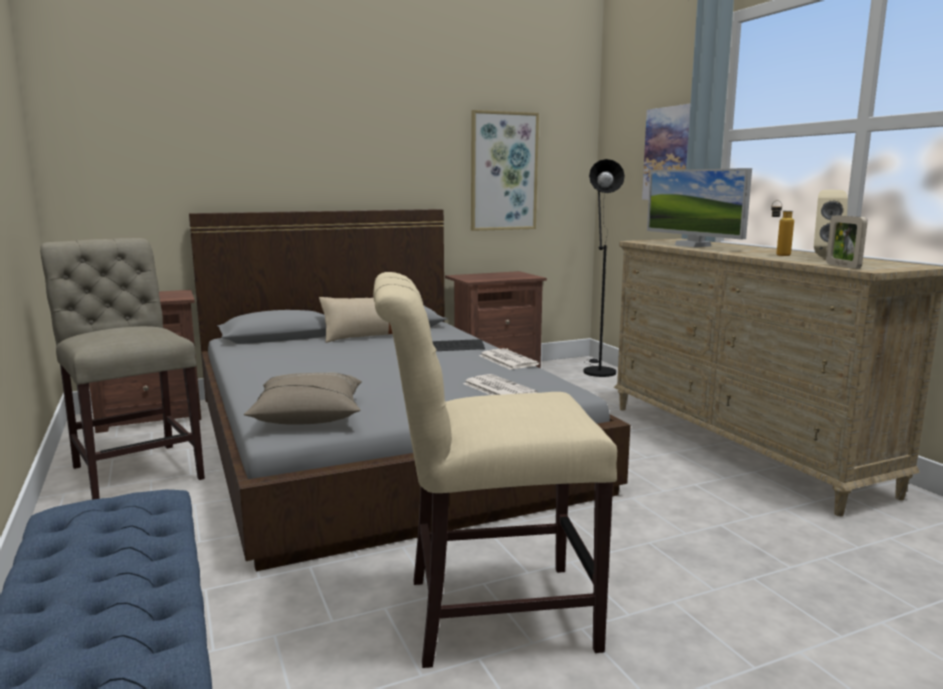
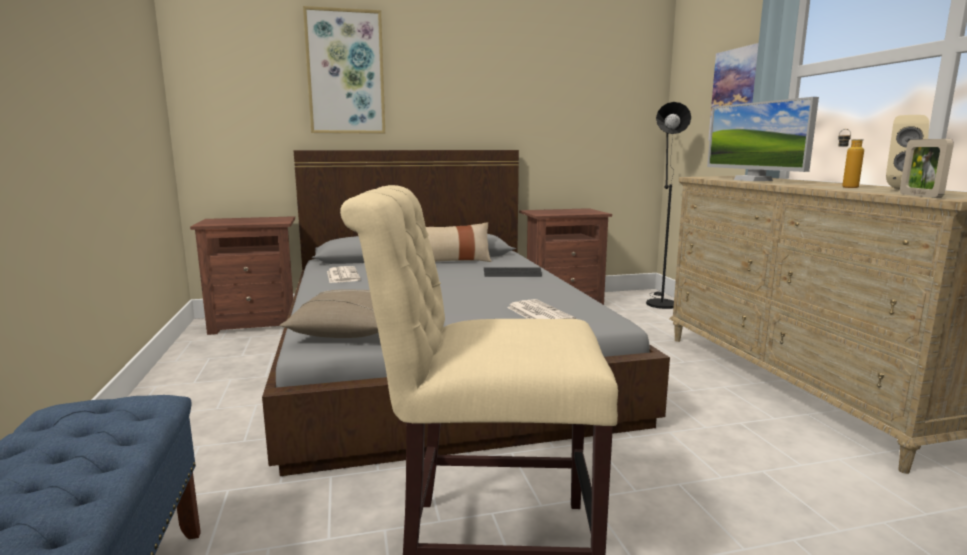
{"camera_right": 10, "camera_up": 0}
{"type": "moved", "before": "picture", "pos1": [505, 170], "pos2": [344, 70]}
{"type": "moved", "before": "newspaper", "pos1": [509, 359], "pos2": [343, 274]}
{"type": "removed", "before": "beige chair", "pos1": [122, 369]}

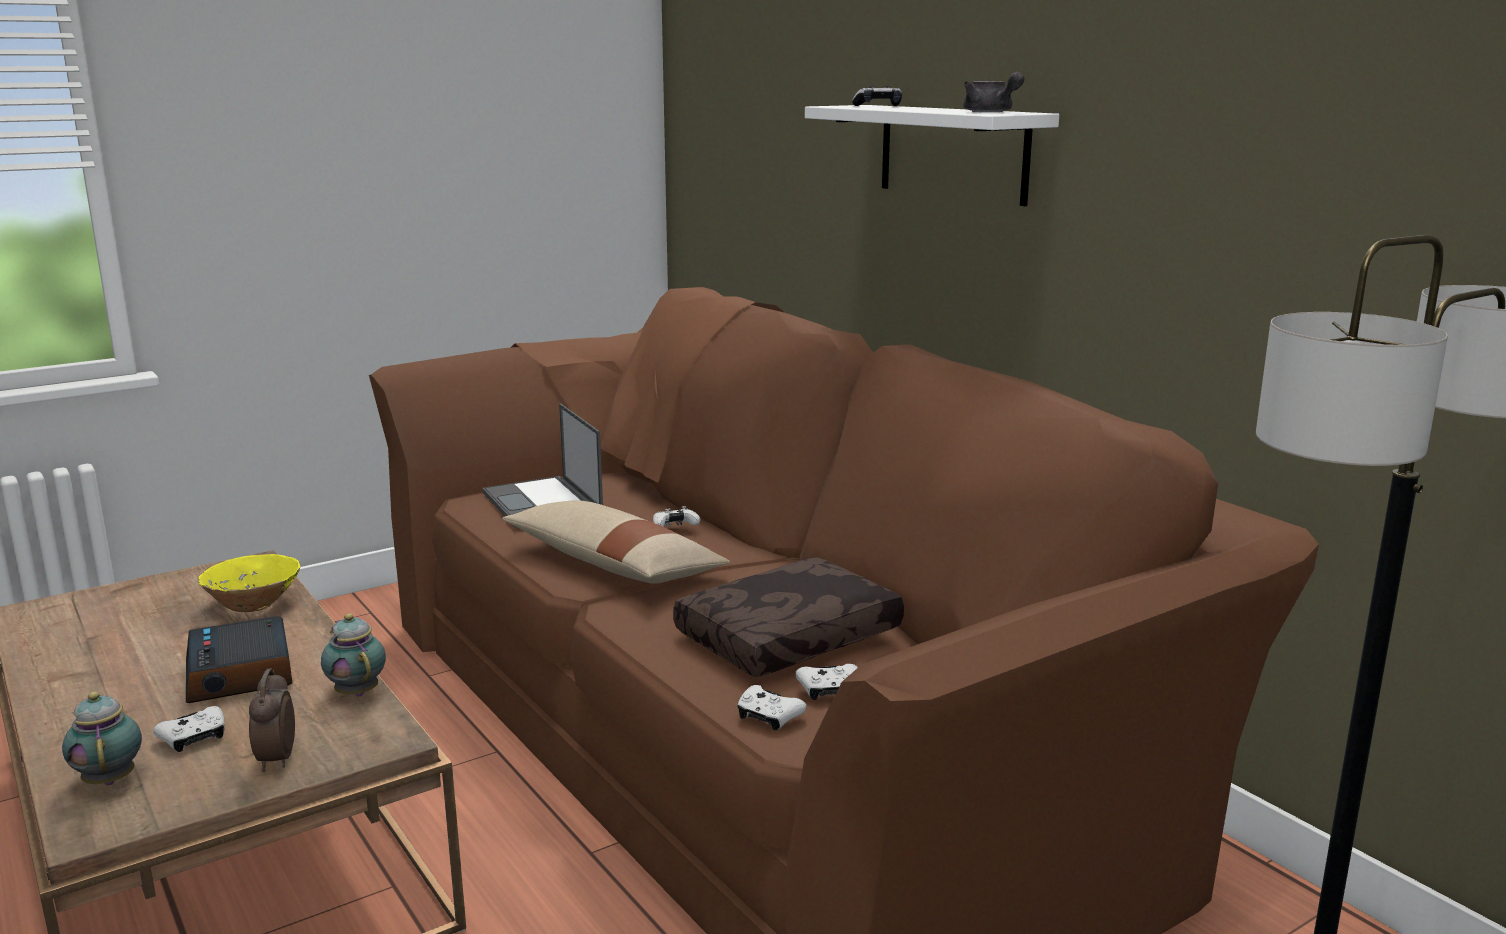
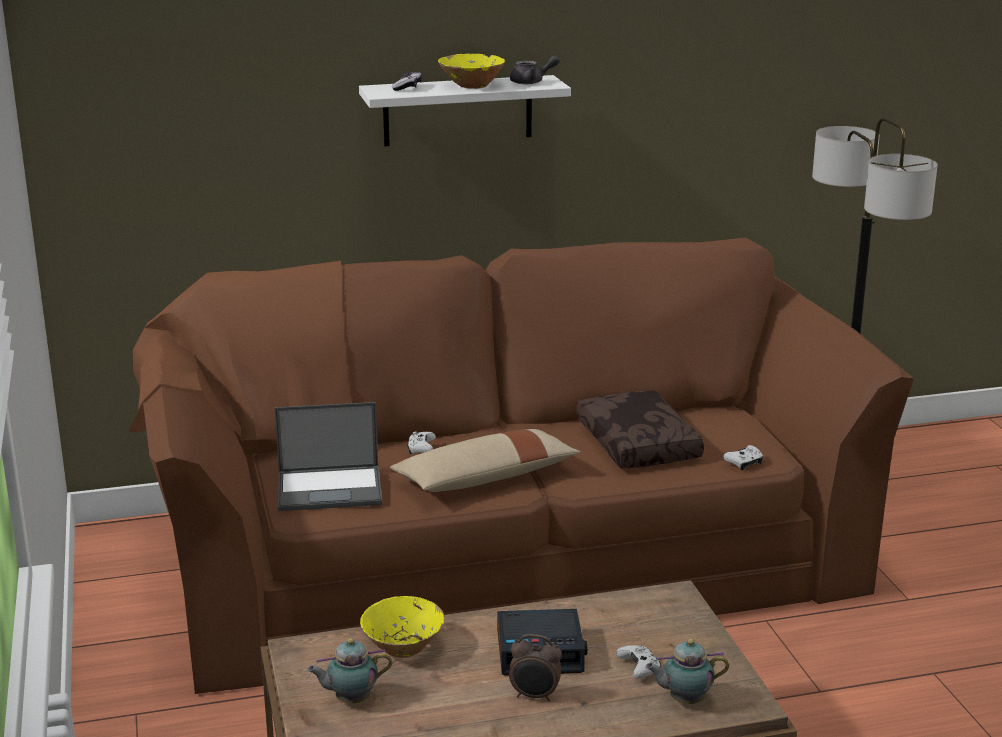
{"camera_right": -70, "camera_up": 5}
{"type": "moved", "before": "teapot", "pos1": [353, 654], "pos2": [349, 670]}
{"type": "added", "after": "yellow bowl", "pos2": [471, 71]}
{"type": "moved", "before": "alarm clock", "pos1": [272, 720], "pos2": [535, 667]}
{"type": "removed", "before": "white game controller", "pos1": [827, 682]}

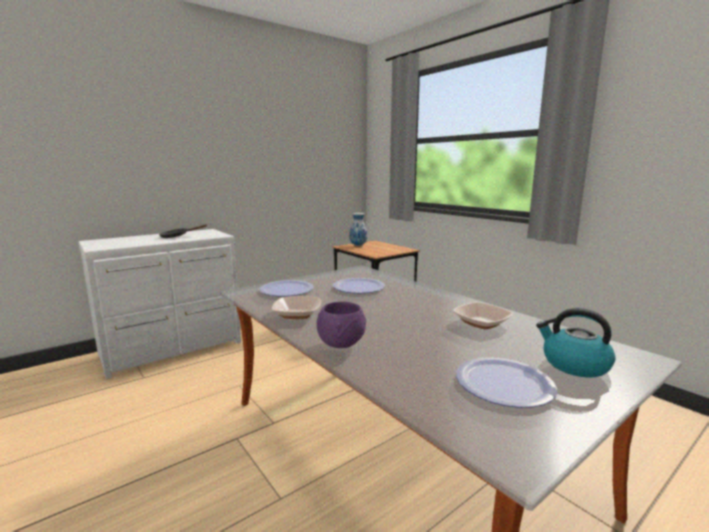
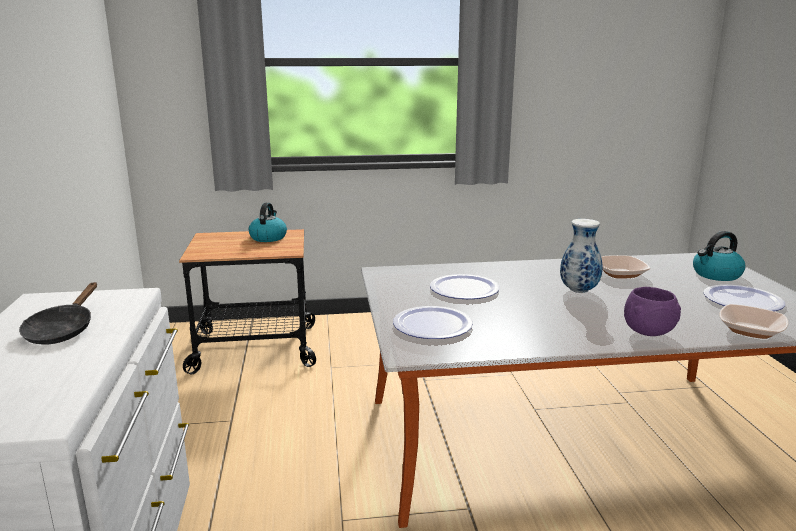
{"camera_right": -60, "camera_up": 5}
{"type": "added", "after": "kettle", "pos2": [268, 222]}
{"type": "moved", "before": "vase", "pos1": [358, 229], "pos2": [581, 256]}
{"type": "moved", "before": "bowl", "pos1": [296, 307], "pos2": [754, 321]}

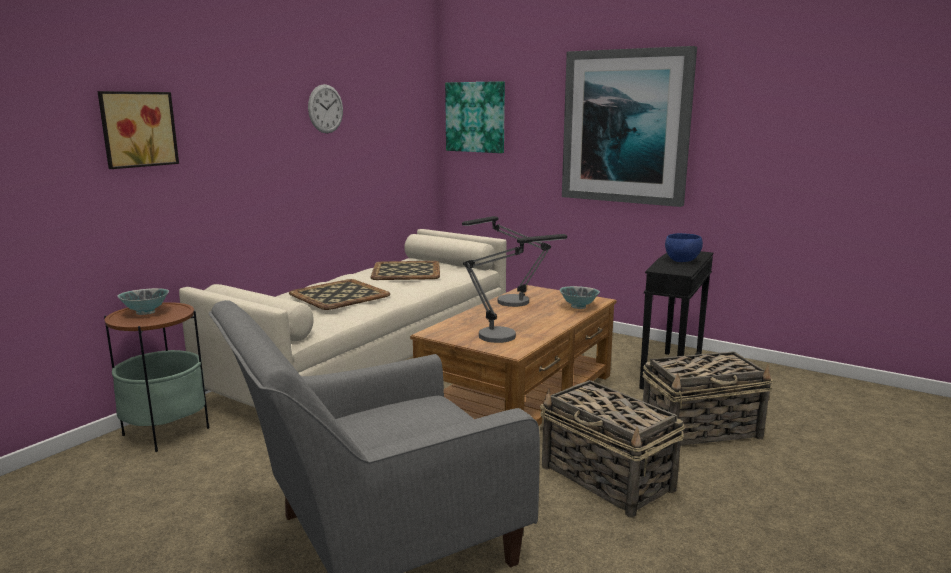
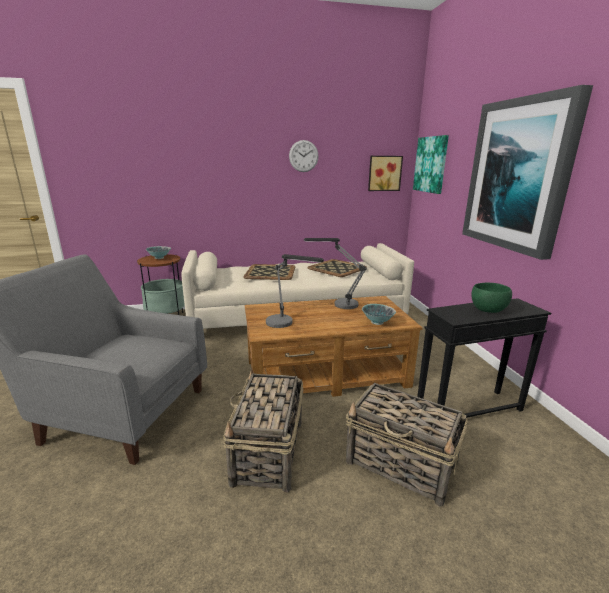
{"camera_right": 45, "camera_up": 5}
{"type": "moved", "before": "picture", "pos1": [138, 130], "pos2": [385, 173]}
{"type": "recoloured", "before": "blue bowl", "after": "green bowl", "pos1": [684, 247], "pos2": [492, 298]}

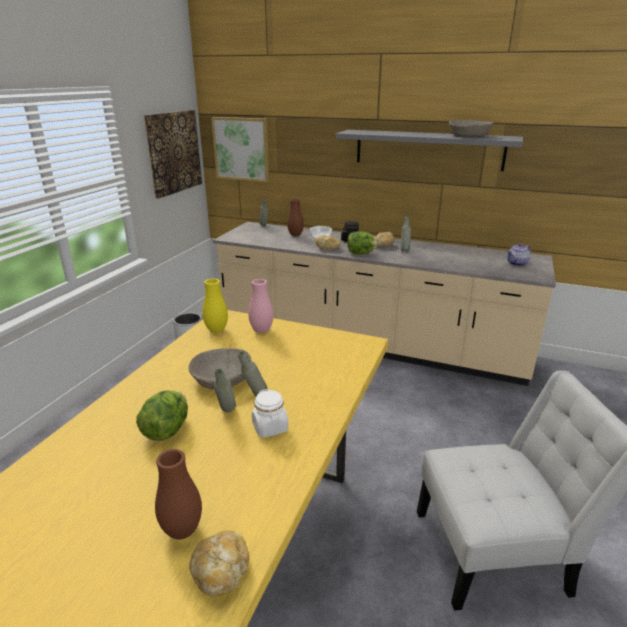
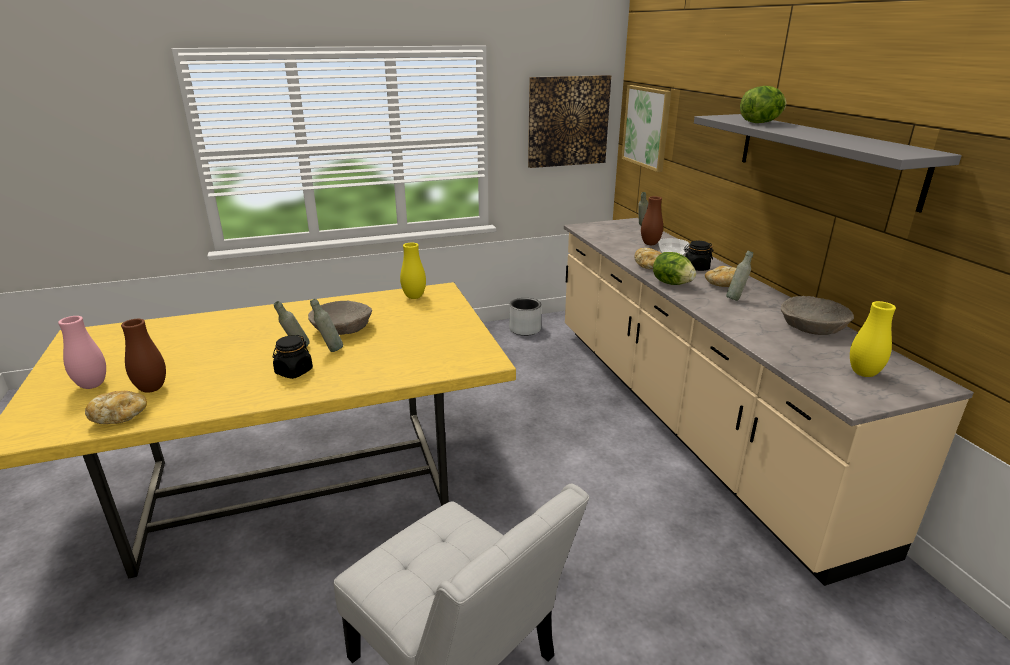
{"camera_right": 50, "camera_up": 0}
{"type": "moved", "before": "pink vase", "pos1": [260, 306], "pos2": [82, 352]}
{"type": "recoloured", "before": "white jar", "after": "black jar", "pos1": [270, 413], "pos2": [293, 357]}
{"type": "moved", "before": "lettuce", "pos1": [162, 415], "pos2": [763, 104]}
{"type": "moved", "before": "beige bowl", "pos1": [471, 128], "pos2": [817, 315]}
{"type": "replaced", "before": "teapot", "after": "yellow vase", "pos1": [519, 254], "pos2": [873, 339]}

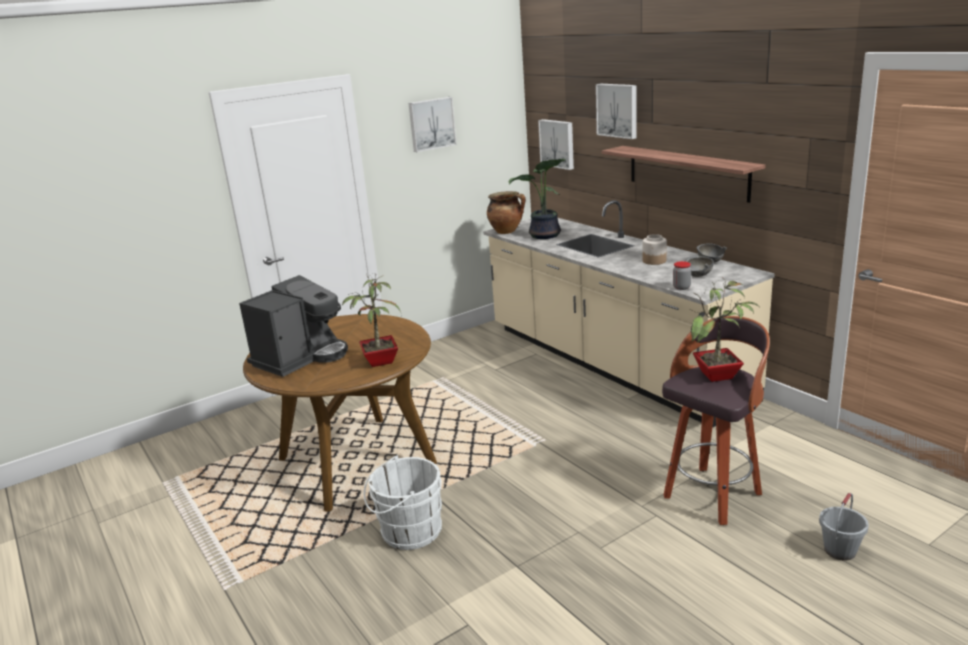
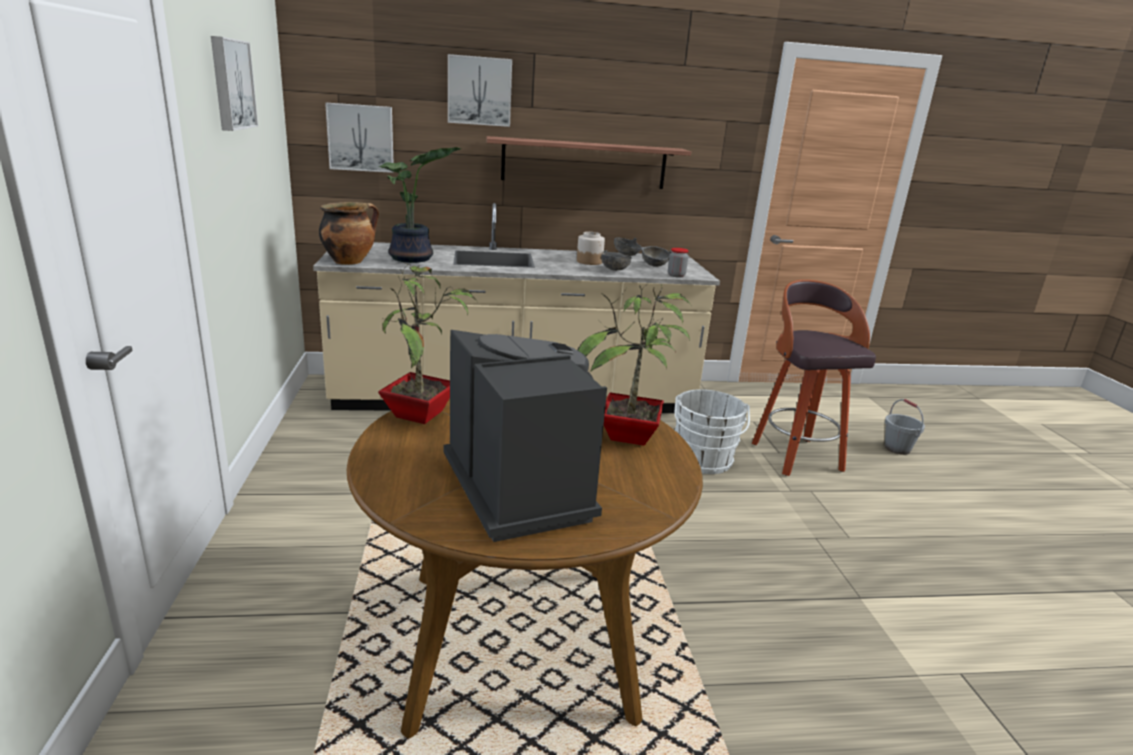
{"camera_right": -65, "camera_up": 0}
{"type": "moved", "before": "potted plant", "pos1": [725, 331], "pos2": [428, 343]}
{"type": "added", "after": "grey bowl", "pos2": [616, 260]}
{"type": "moved", "before": "white bucket", "pos1": [403, 502], "pos2": [712, 431]}

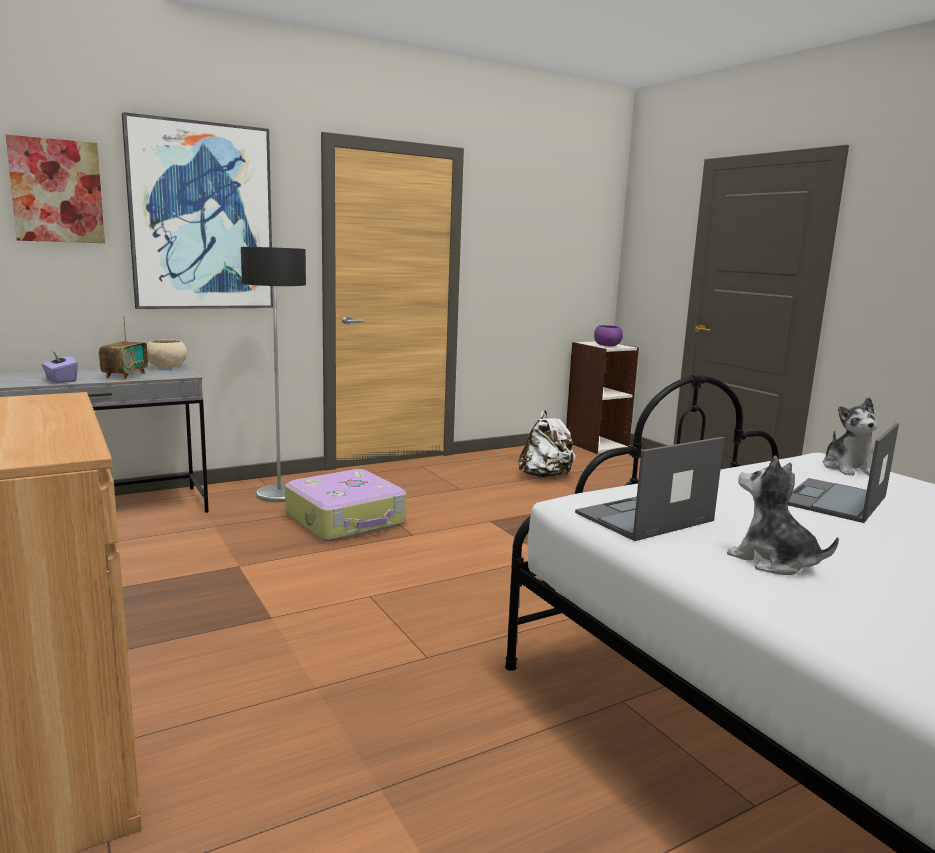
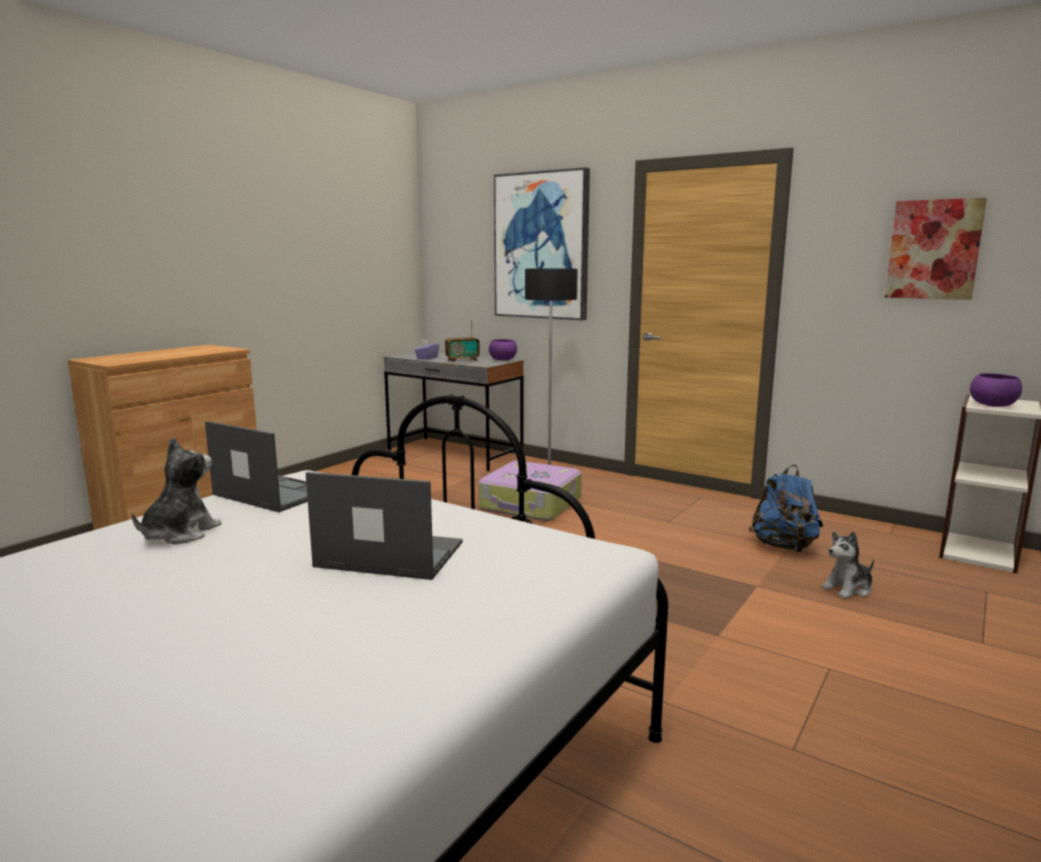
{"camera_right": 65, "camera_up": 0}
{"type": "recoloured", "before": "beige bowl", "after": "purple bowl", "pos1": [167, 354], "pos2": [503, 349]}
{"type": "recoloured", "before": "white backpack", "after": "blue backpack", "pos1": [547, 444], "pos2": [786, 508]}
{"type": "moved", "before": "plush toy", "pos1": [850, 436], "pos2": [847, 565]}
{"type": "moved", "before": "picture", "pos1": [55, 188], "pos2": [936, 249]}

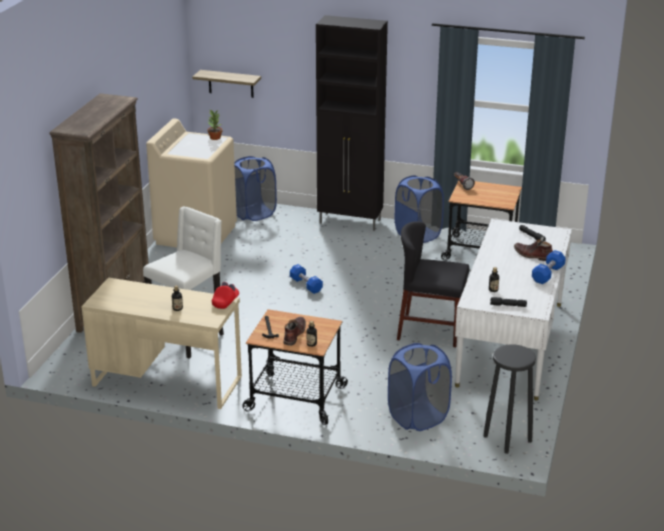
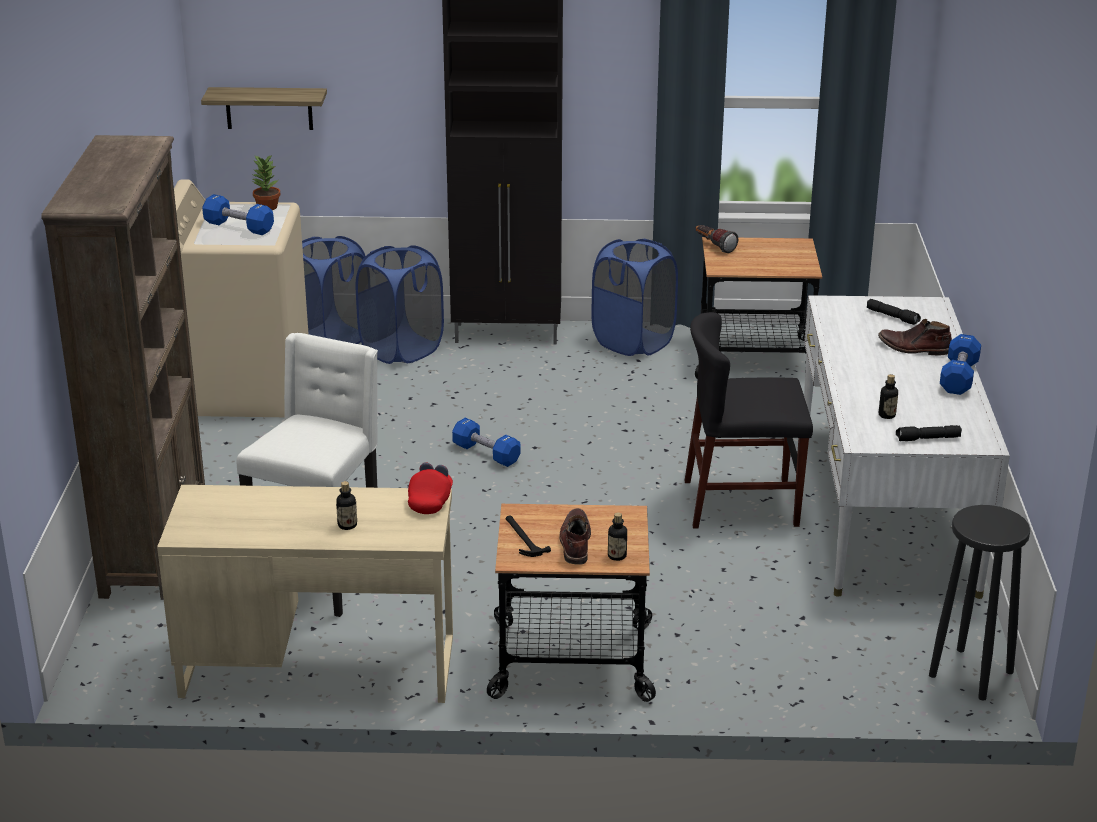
{"camera_right": -15, "camera_up": 0}
{"type": "added", "after": "blue dumbbell", "pos2": [238, 214]}
{"type": "moved", "before": "blue laundry basket", "pos1": [420, 387], "pos2": [400, 304]}

